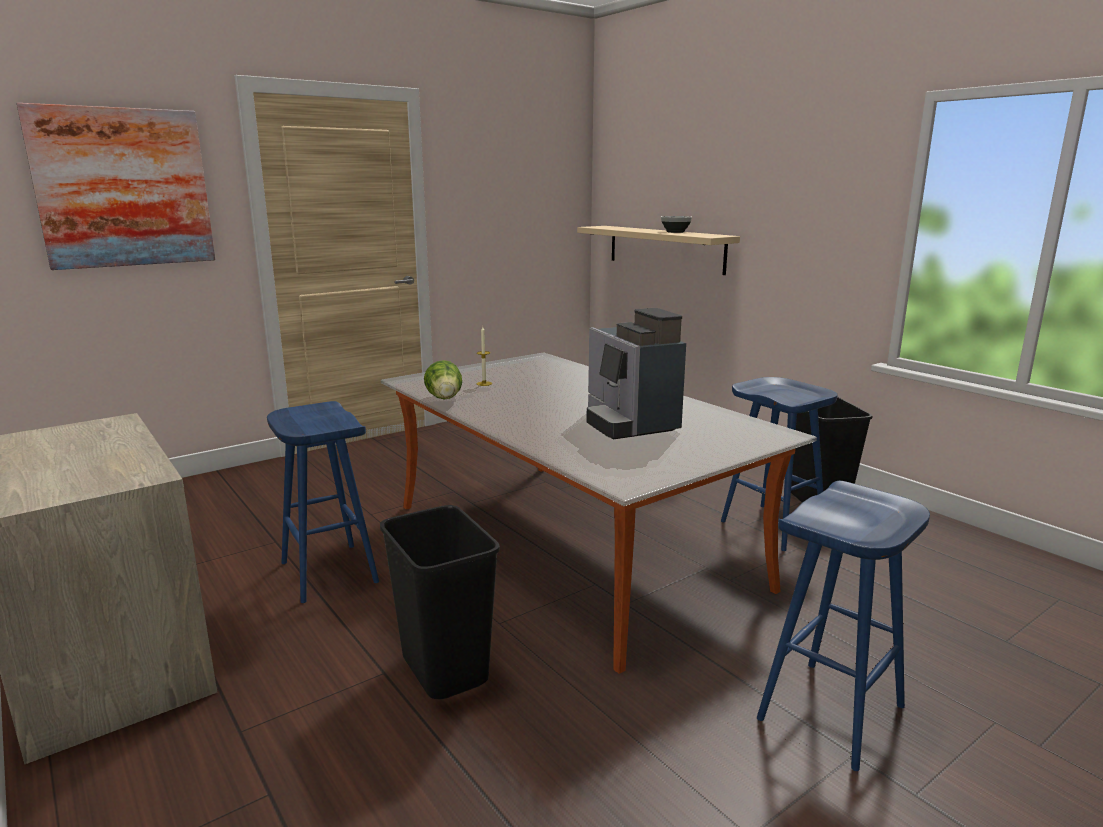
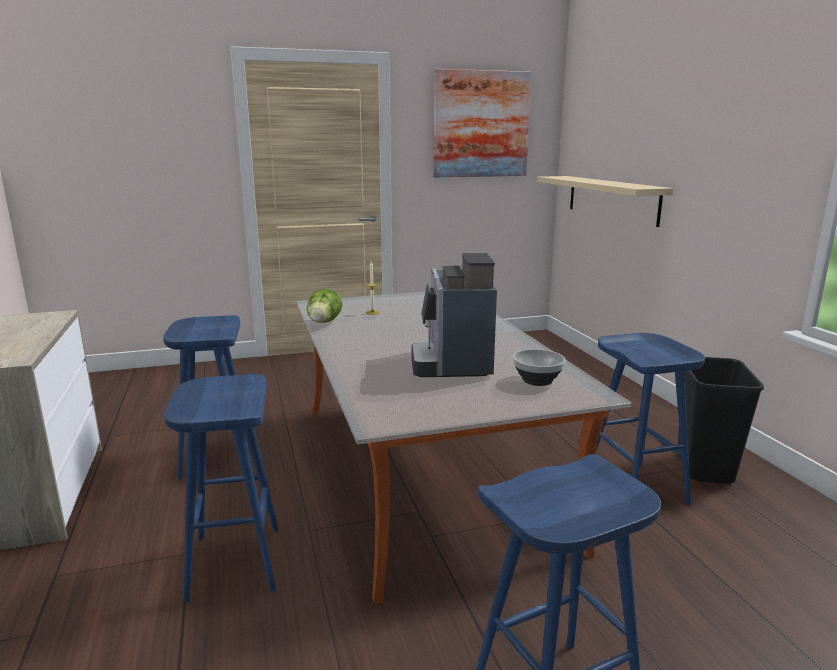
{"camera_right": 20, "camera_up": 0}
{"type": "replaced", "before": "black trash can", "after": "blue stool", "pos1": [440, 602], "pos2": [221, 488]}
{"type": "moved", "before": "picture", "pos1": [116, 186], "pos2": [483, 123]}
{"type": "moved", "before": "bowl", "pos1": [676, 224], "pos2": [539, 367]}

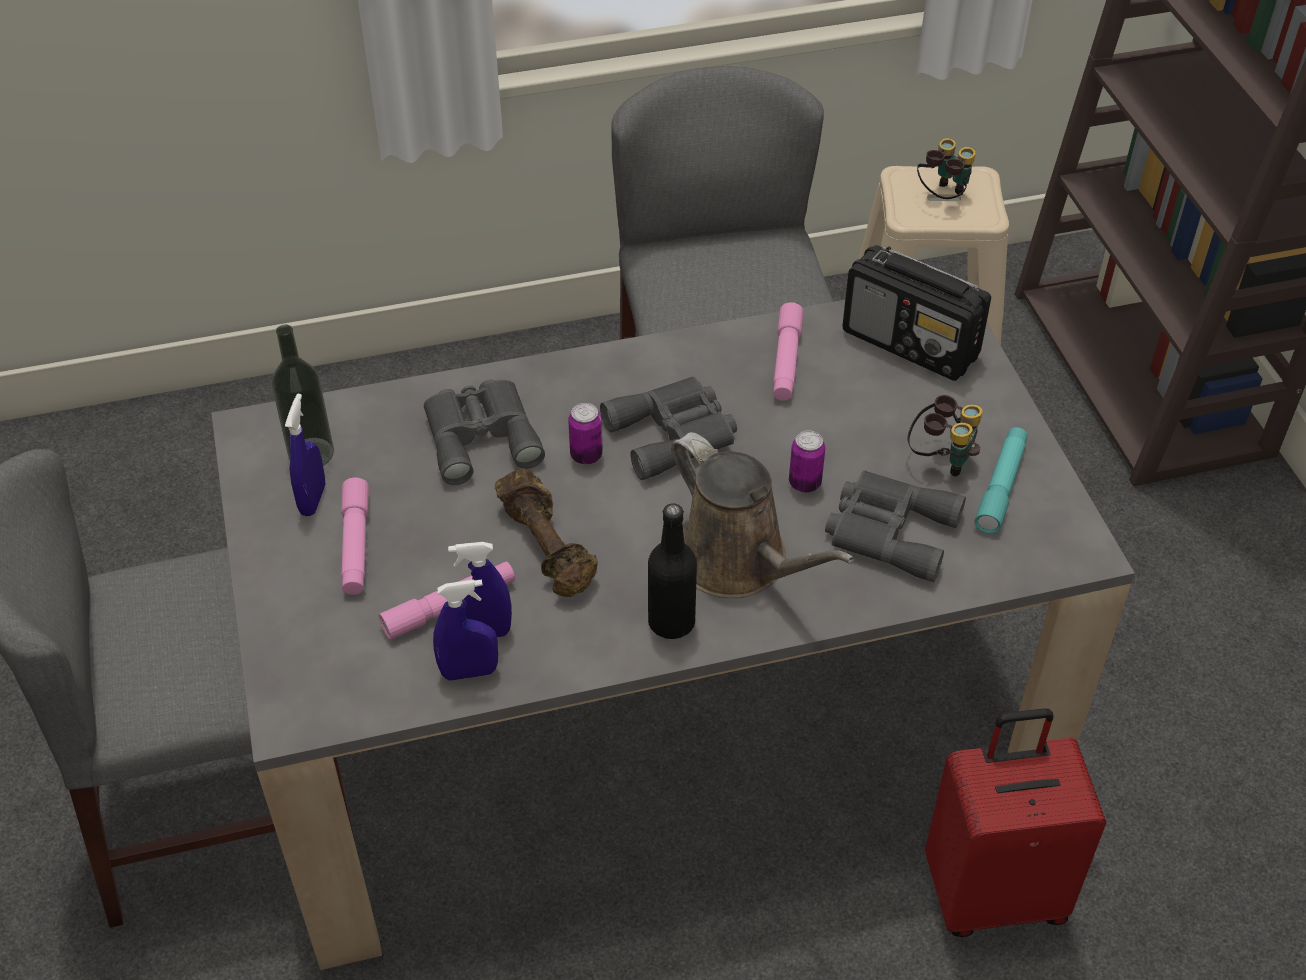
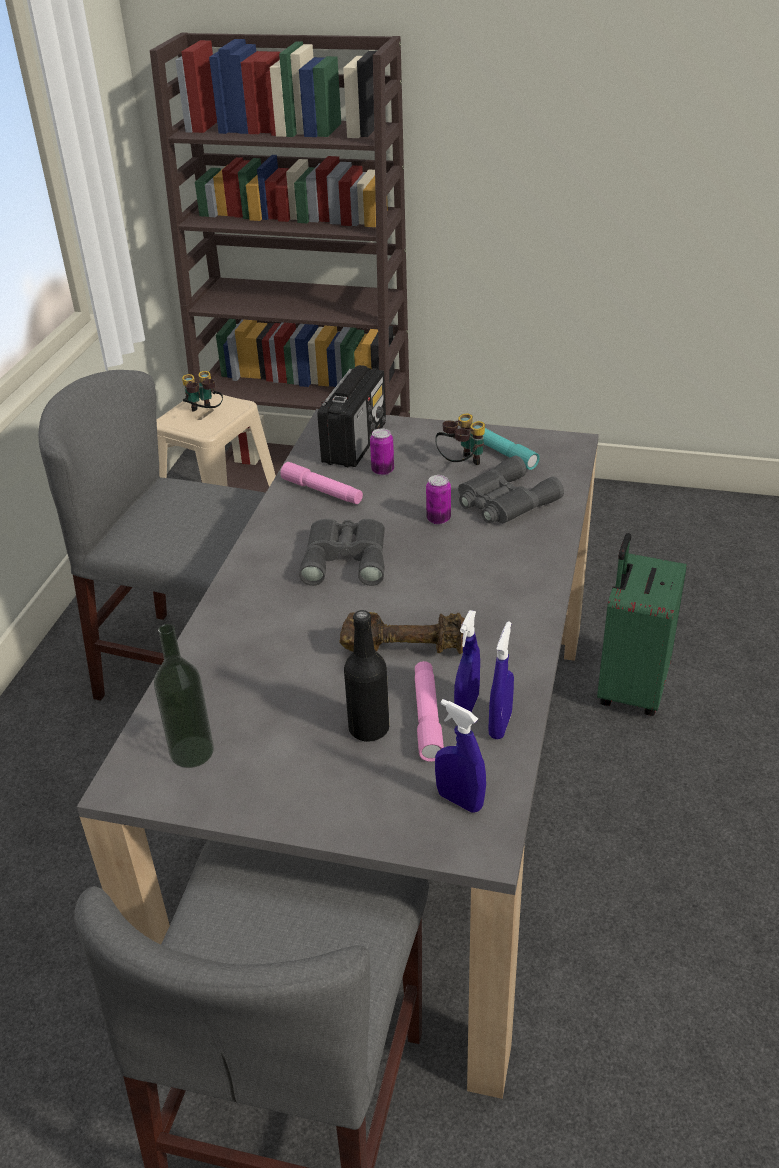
{"camera_right": -60, "camera_up": -10}
{"type": "turned", "before": "radio", "pos1": [916, 313], "pos2": [351, 416], "turn": -45}
{"type": "moved", "before": "black bottle", "pos1": [672, 571], "pos2": [366, 676]}
{"type": "moved", "before": "can", "pos1": [585, 433], "pos2": [382, 451]}
{"type": "moved", "before": "blue spray bottle", "pos1": [305, 455], "pos2": [460, 756]}
{"type": "recoloured", "before": "red suitcase", "after": "green suitcase", "pos1": [1016, 822], "pos2": [642, 624]}
{"type": "removed", "before": "pink flashlight", "pos1": [355, 536]}
{"type": "removed", "before": "grey binoculars", "pos1": [484, 432]}
{"type": "removed", "before": "brown watering can", "pos1": [762, 515]}

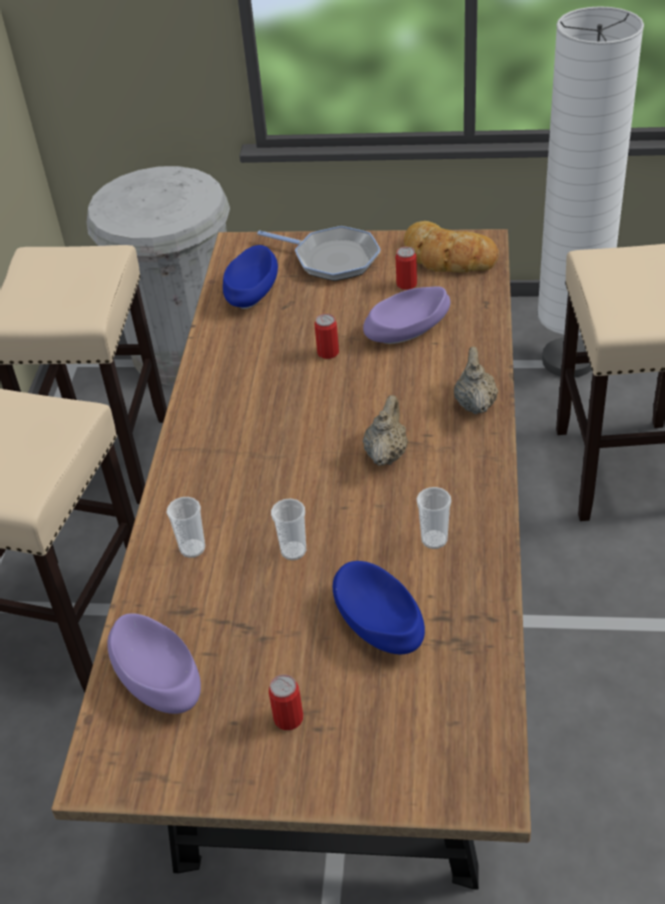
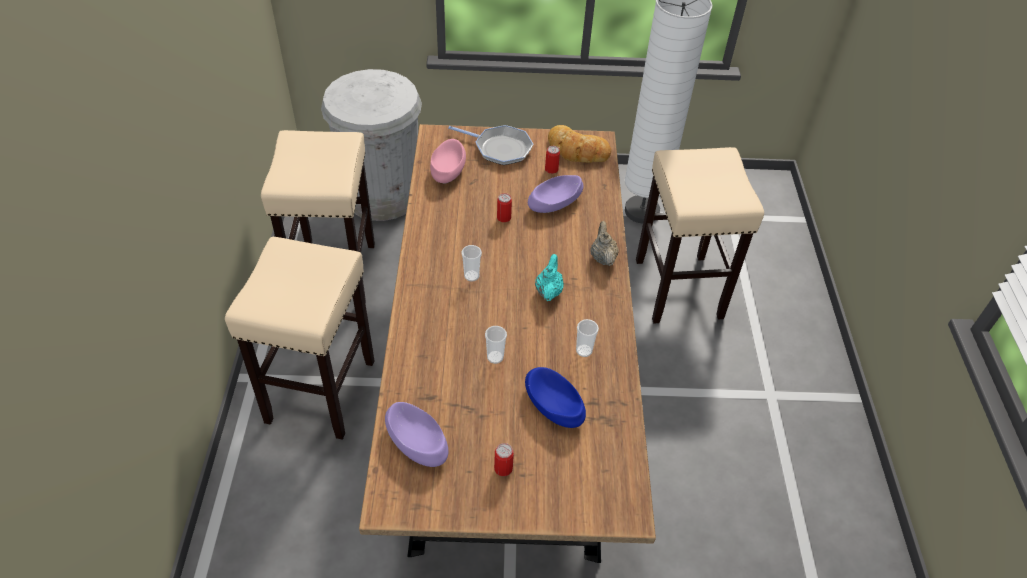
{"camera_right": -10, "camera_up": 5}
{"type": "recoloured", "before": "blue bowl", "after": "pink bowl", "pos1": [250, 277], "pos2": [448, 161]}
{"type": "moved", "before": "cup", "pos1": [186, 527], "pos2": [471, 263]}
{"type": "recoloured", "before": "beige teapot", "after": "turquoise teapot", "pos1": [385, 430], "pos2": [549, 277]}

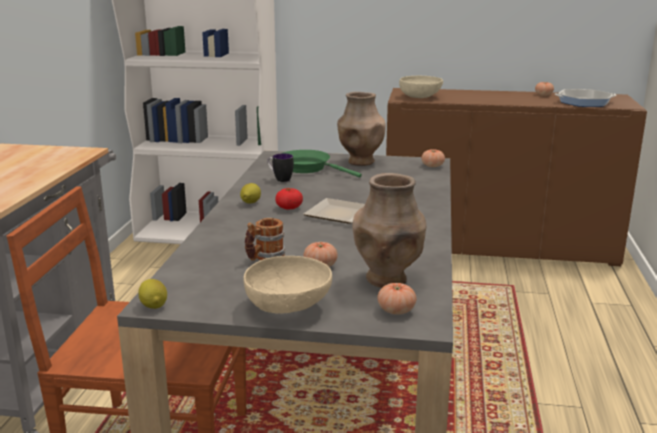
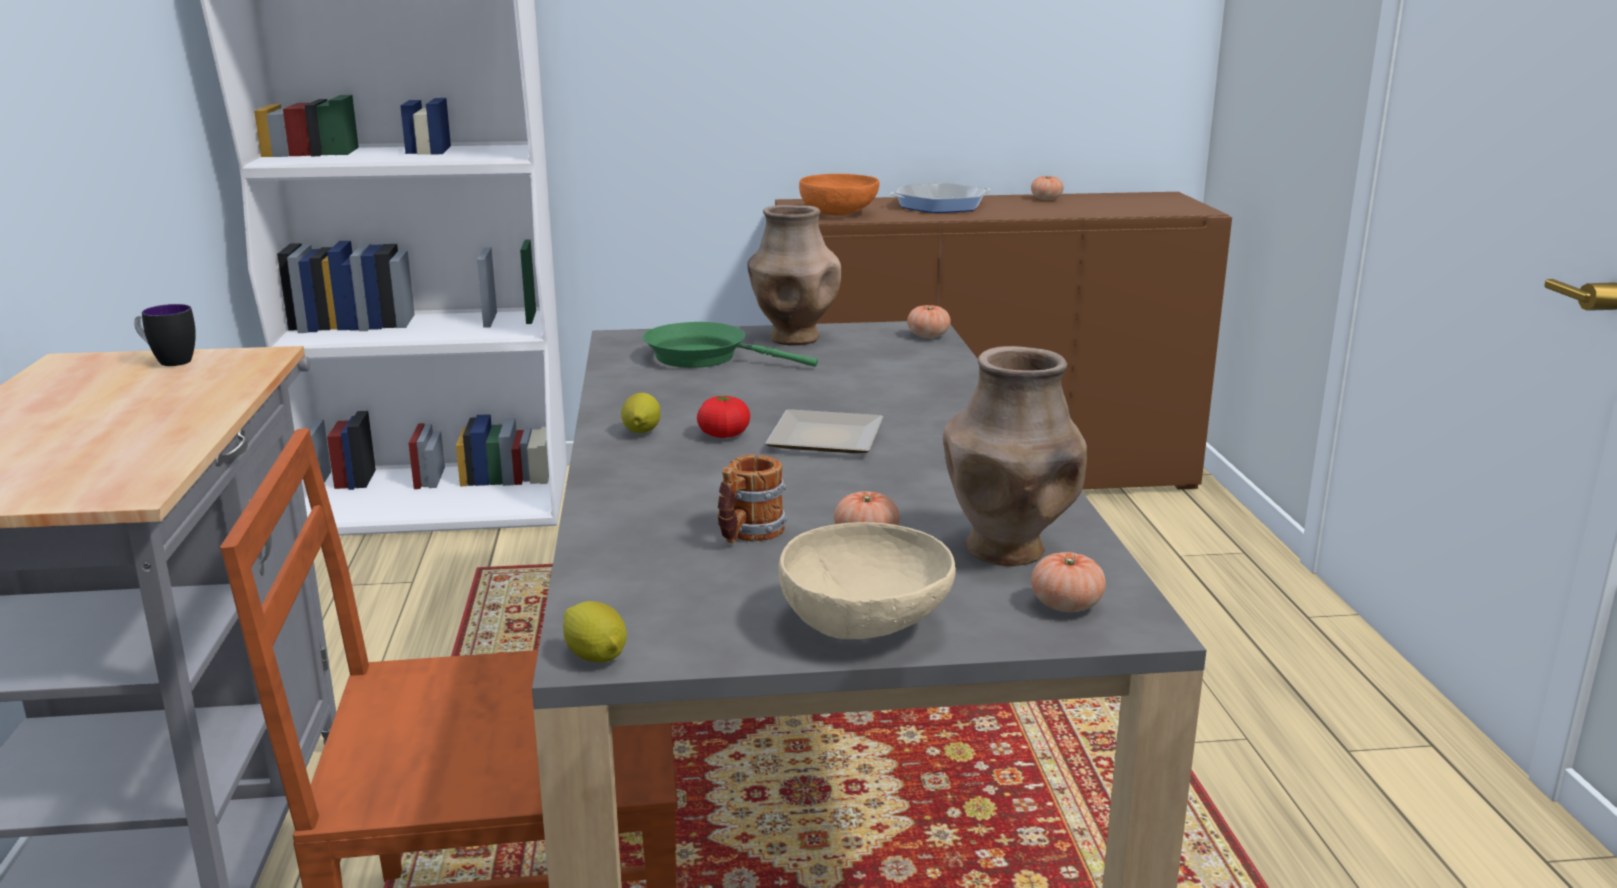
{"camera_right": -15, "camera_up": 0}
{"type": "moved", "before": "mug", "pos1": [280, 167], "pos2": [165, 335]}
{"type": "recoloured", "before": "beige bowl", "after": "orange bowl", "pos1": [421, 87], "pos2": [839, 194]}
{"type": "moved", "before": "frying pan", "pos1": [585, 98], "pos2": [940, 198]}

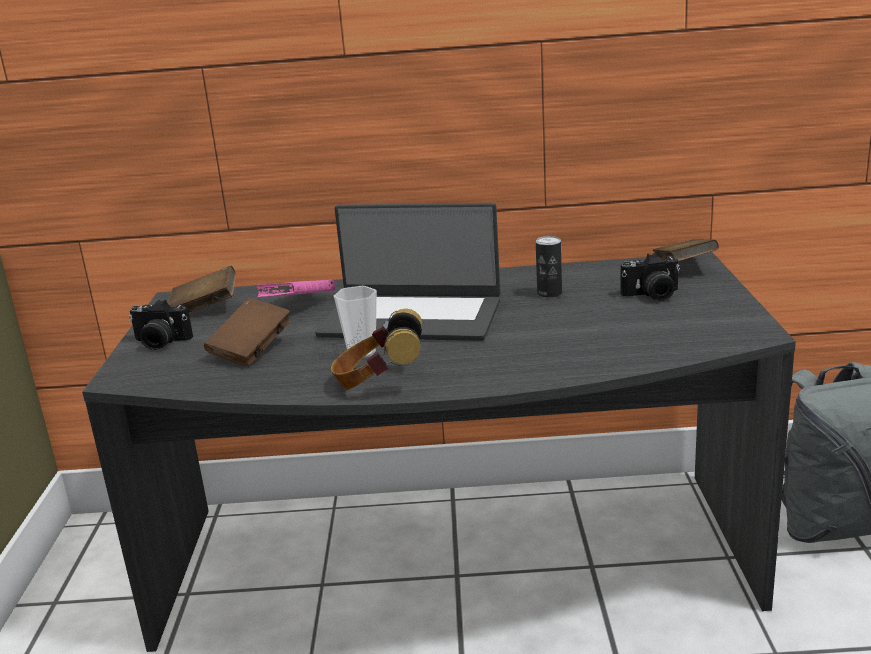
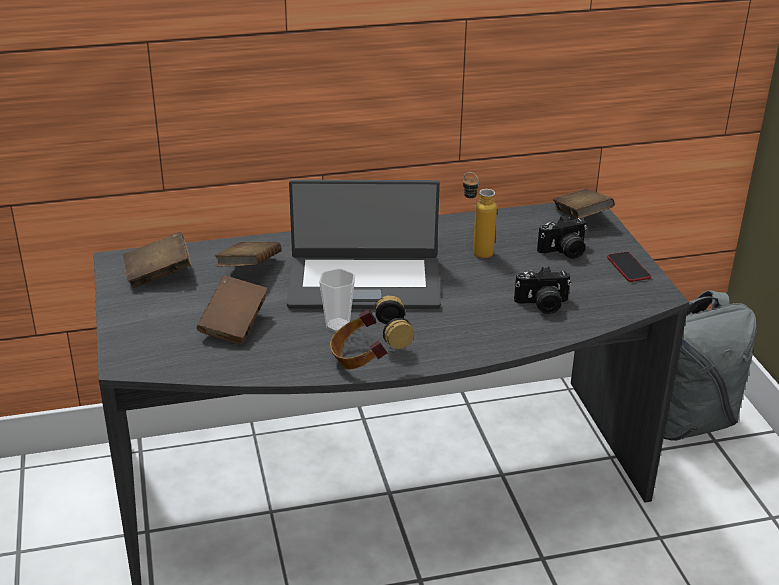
{"camera_right": -15, "camera_up": 10}
{"type": "recoloured", "before": "pink book", "after": "brown book", "pos1": [295, 288], "pos2": [248, 254]}
{"type": "replaced", "before": "can", "after": "bottle", "pos1": [549, 267], "pos2": [480, 215]}
{"type": "moved", "before": "photo camera", "pos1": [161, 325], "pos2": [542, 290]}
{"type": "added", "after": "phone", "pos2": [629, 267]}

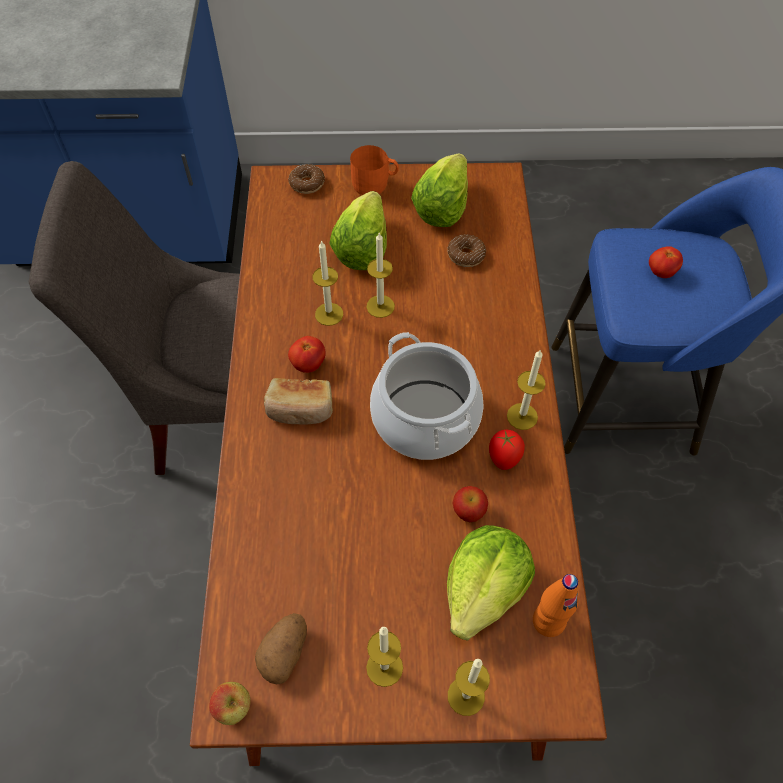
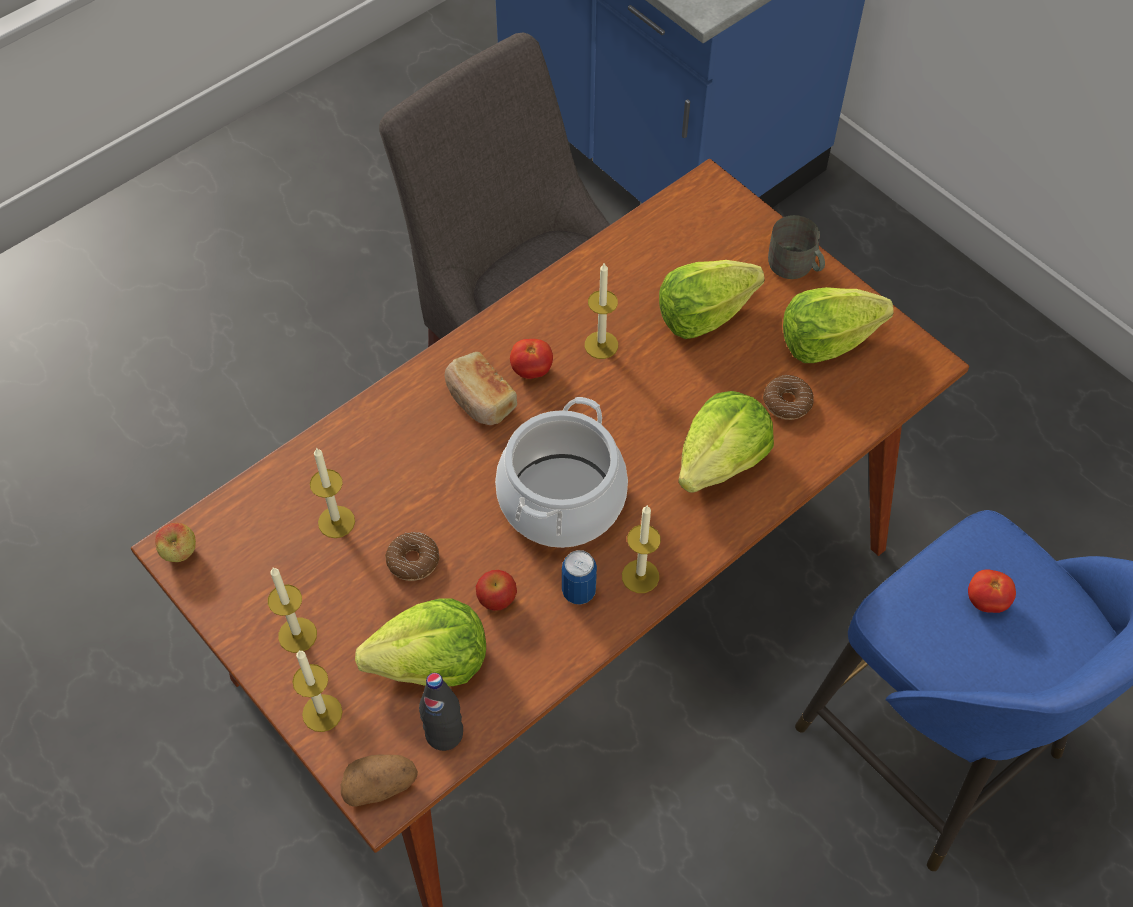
{"camera_right": 50, "camera_up": 0}
{"type": "moved", "before": "candle", "pos1": [380, 275], "pos2": [332, 492]}
{"type": "moved", "before": "potato", "pos1": [281, 648], "pos2": [379, 780]}
{"type": "moved", "before": "donut", "pos1": [306, 179], "pos2": [412, 556]}
{"type": "recoloured", "before": "orange bottle", "after": "black bottle", "pos1": [555, 605], "pos2": [441, 712]}
{"type": "replaced", "before": "tomato", "after": "can", "pos1": [507, 450], "pos2": [579, 577]}
{"type": "added", "after": "lettuce", "pos2": [726, 442]}
{"type": "recoloured", "before": "orange mug", "after": "grey mug", "pos1": [374, 170], "pos2": [796, 247]}

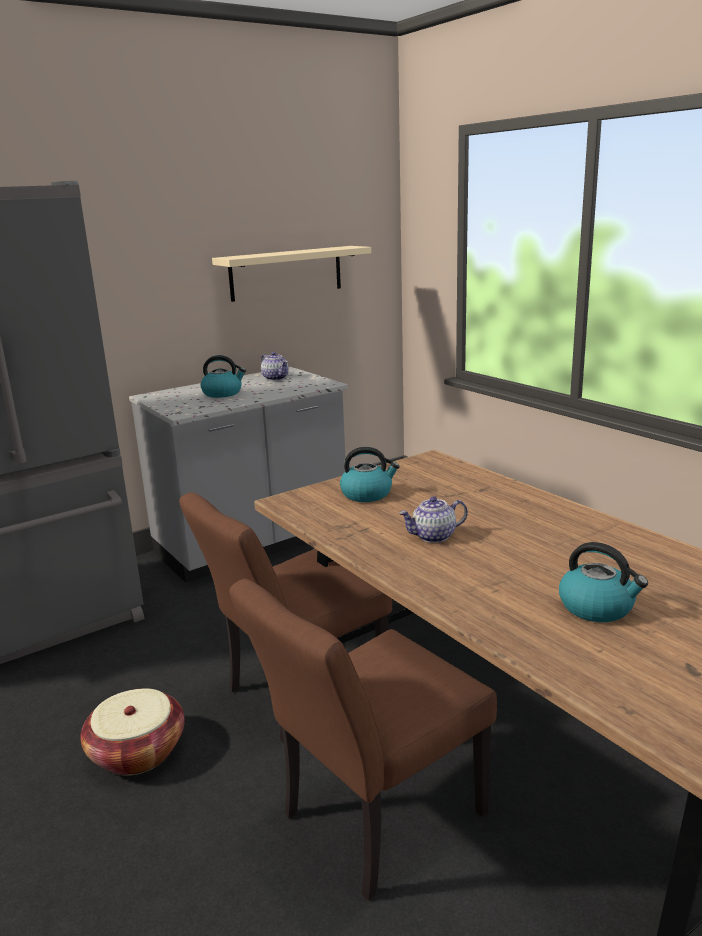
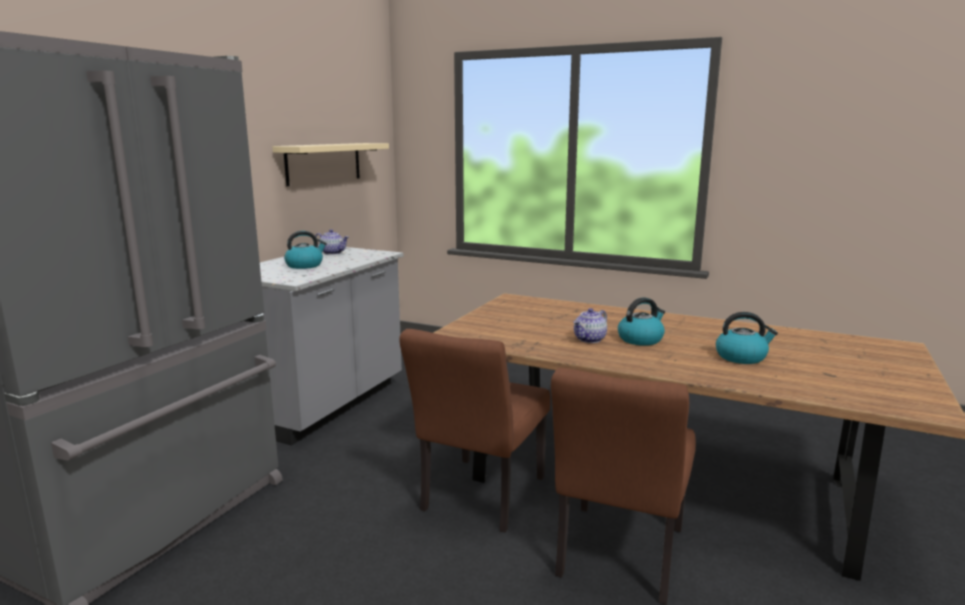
{"camera_right": -30, "camera_up": -5}
{"type": "moved", "before": "kettle", "pos1": [370, 474], "pos2": [641, 321]}
{"type": "removed", "before": "basket", "pos1": [132, 732]}

